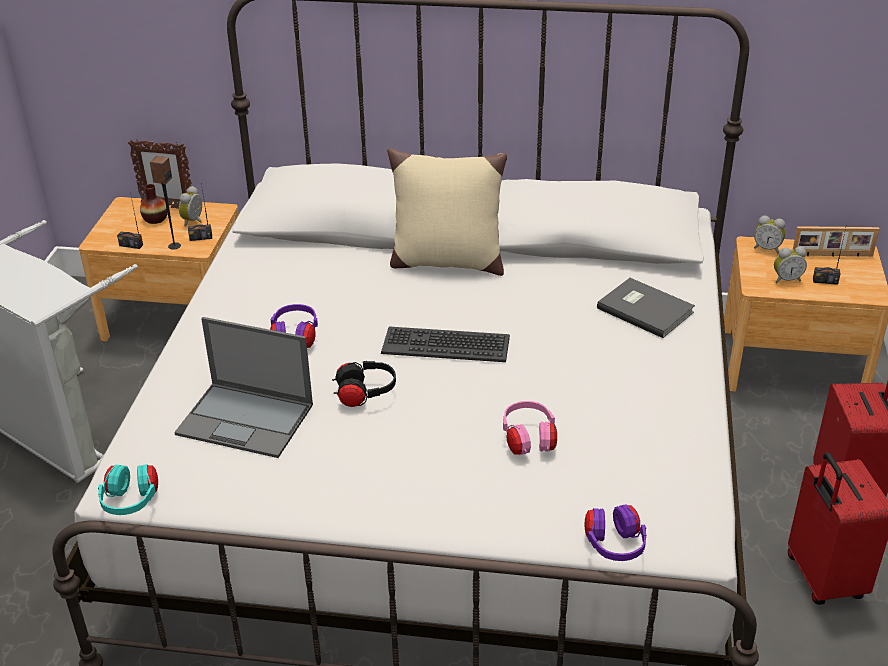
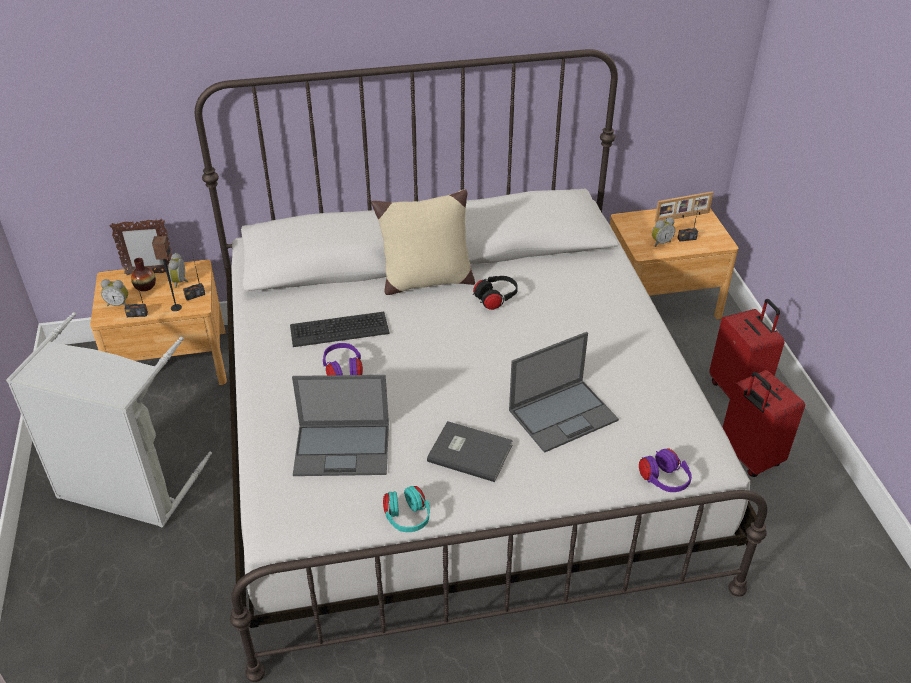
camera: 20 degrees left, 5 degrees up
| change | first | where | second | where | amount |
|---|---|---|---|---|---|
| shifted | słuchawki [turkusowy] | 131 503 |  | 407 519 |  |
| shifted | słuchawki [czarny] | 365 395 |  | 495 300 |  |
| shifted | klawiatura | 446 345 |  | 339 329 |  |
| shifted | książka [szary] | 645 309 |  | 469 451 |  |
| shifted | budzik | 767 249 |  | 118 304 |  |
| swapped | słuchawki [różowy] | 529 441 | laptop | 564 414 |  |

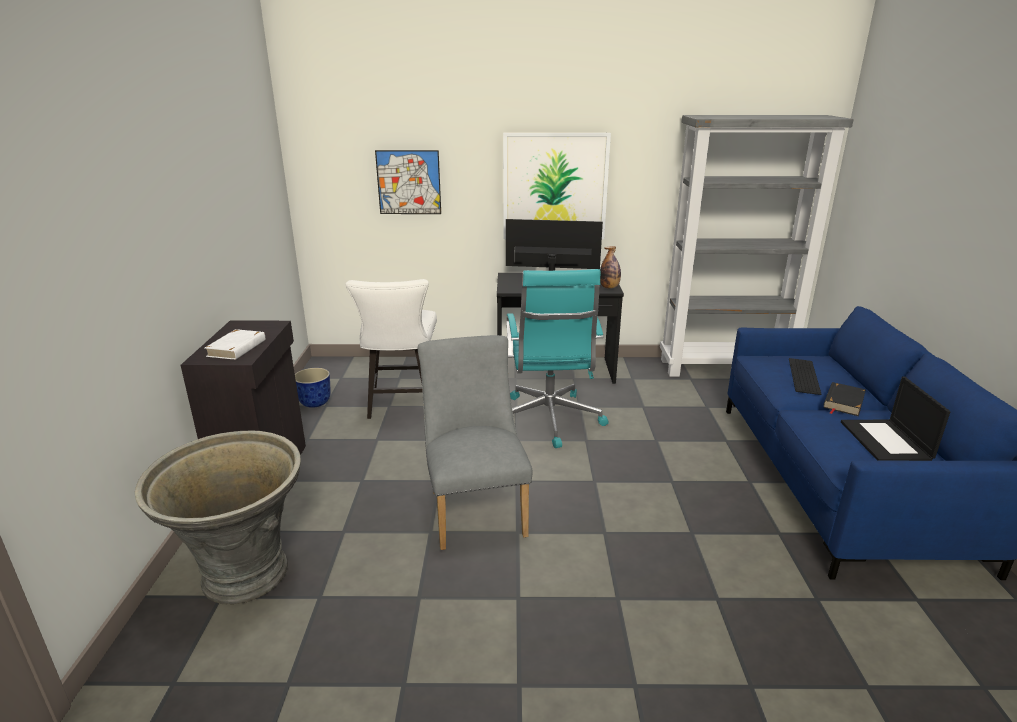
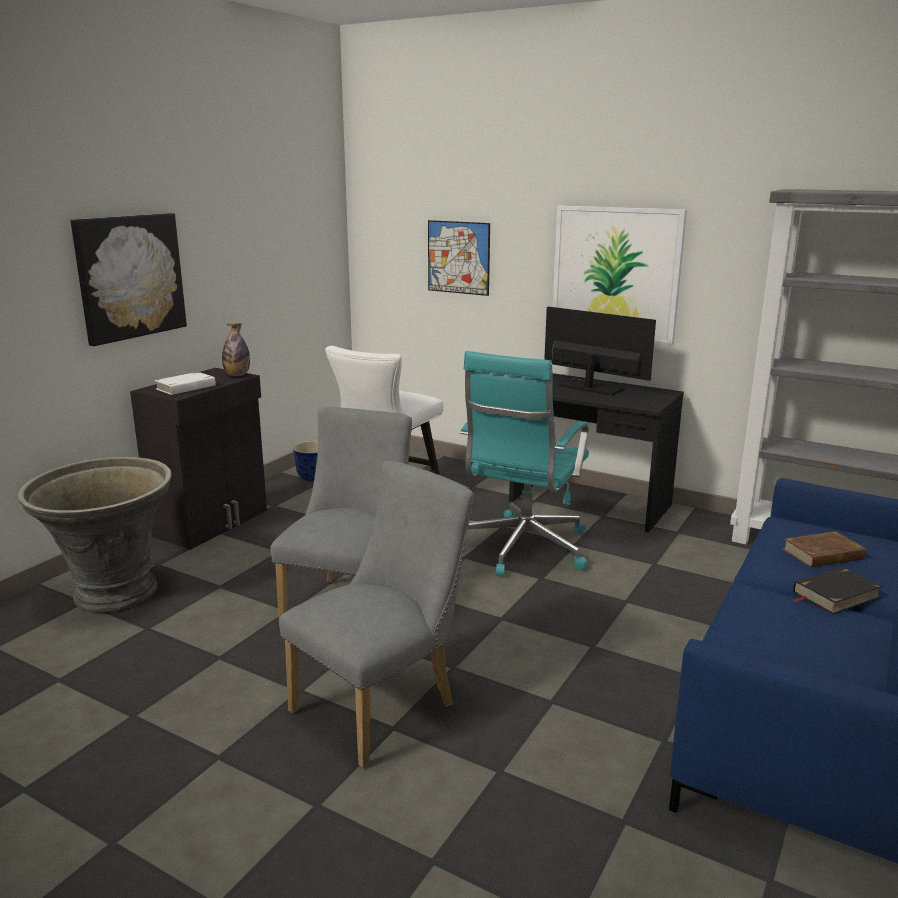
camera: 30 degrees right, 5 degrees down
| change | first | where | second | where | amount |
|---|---|---|---|---|---|
| gone | laptop | 886 441 |  |  |  |
| new |  |  | obraz | 130 277 |  |
| new |  |  | krzesło [szary] | 383 704 |  |
| shifted | butelka | 609 287 |  | 237 375 |  |
| swapped | klawiatura | 804 376 | książka [brązowy] | 823 554 |  |

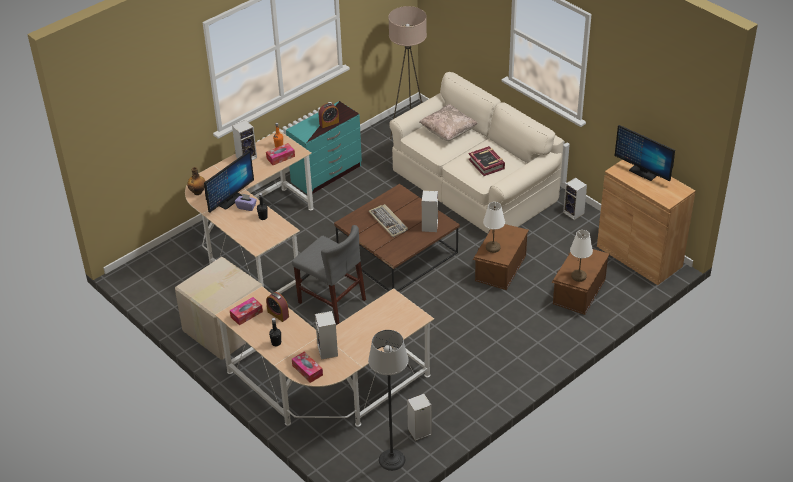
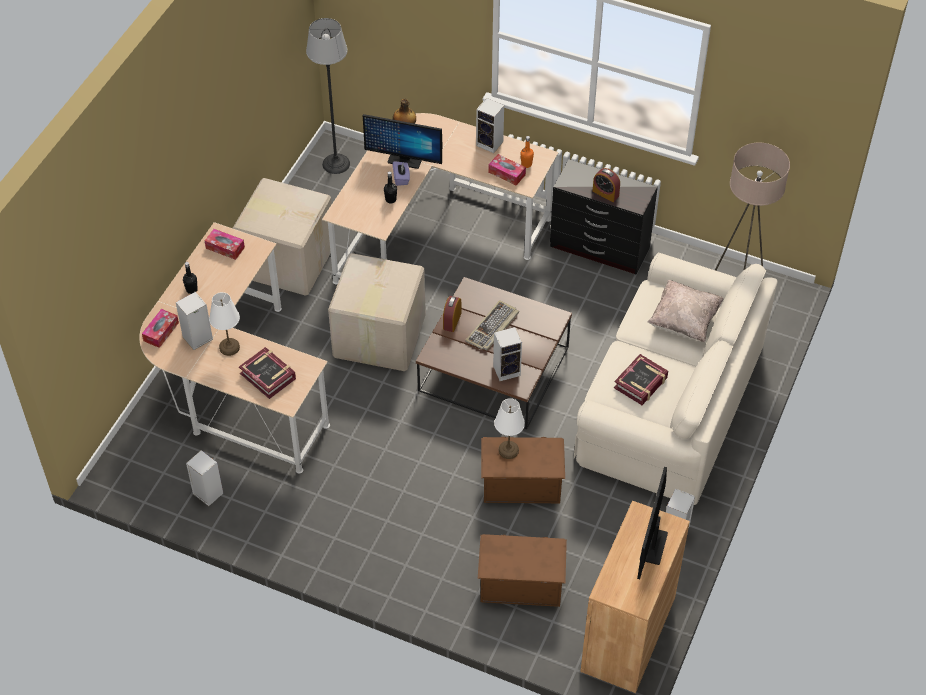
camera: 65 degrees right, 10 degrees up
| change | first | where | second | where | amount |
|---|---|---|---|---|---|
| new |  |  | książka | 268 376 |  |
| shifted | budzik | 278 314 |  | 452 321 |  |
| shifted | lampa stojąca | 392 460 |  | 336 164 |  |
| shifted | lampa stołowa [biały] | 579 276 |  | 230 347 |  |
| swapped | krzesło [szary] | 331 301 | karton | 378 337 |  |
| repainted | komoda [turkusowy] | 327 174 | komoda [czarny] | 599 248 |  |

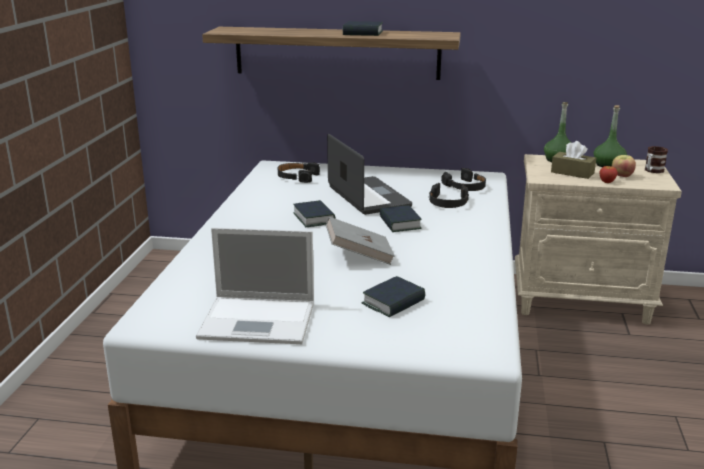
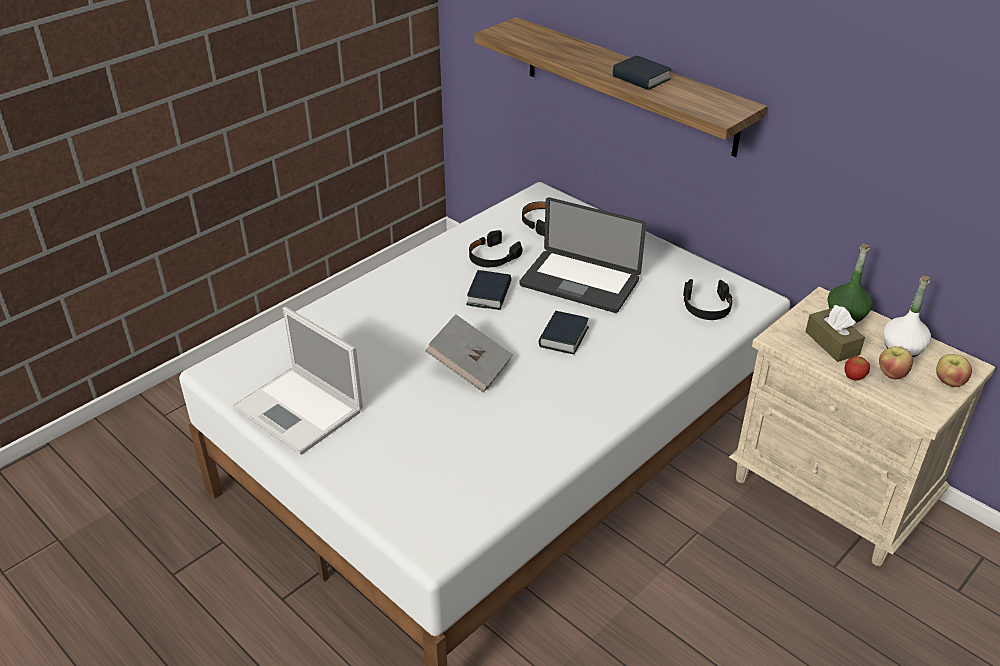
camera: 35 degrees right, 15 degrees up
| change | first | where | second | where | amount |
|---|---|---|---|---|---|
| gone | książka | 393 302 |  |  |  |
| shifted | słuchawki [czarny] | 448 202 |  | 492 257 |  |
| swapped | kubek | 652 171 | jabłko | 949 382 |  |
| repainted | butelka [zielony] | 608 165 | butelka [biały] | 902 347 |  |
| rotated | laptop | 368 197 |  | 579 283 | 105 degrees clockwise |

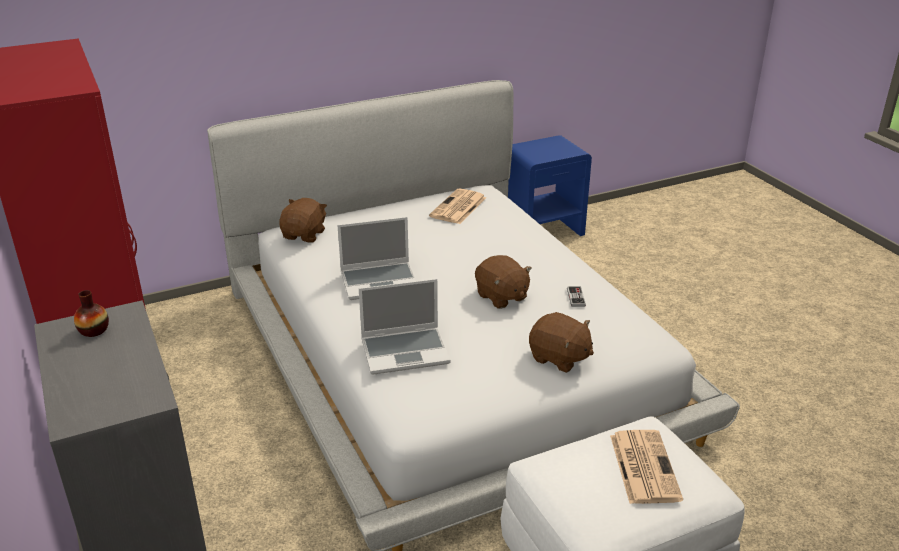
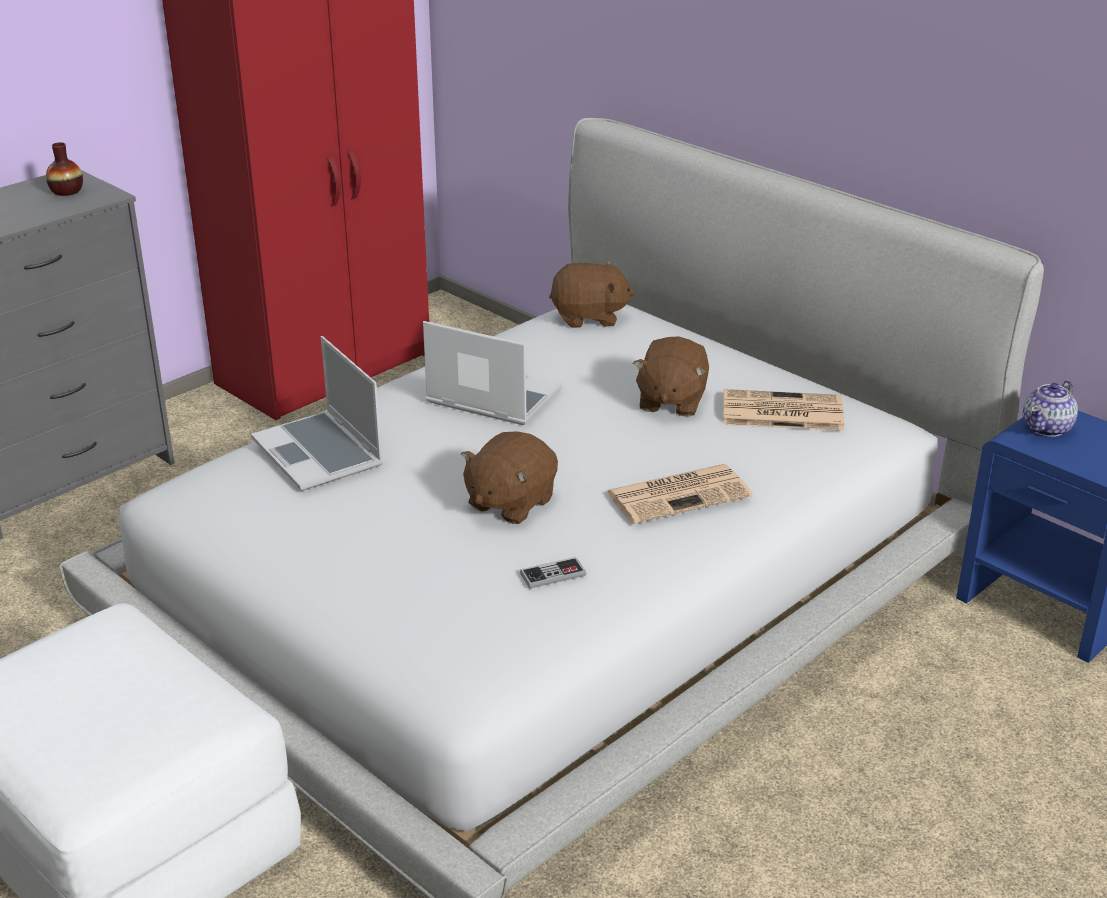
camera: 70 degrees right, 0 degrees up
| change | first | where | second | where | amount |
|---|---|---|---|---|---|
| new |  |  | imbryk | 1047 428 |  |
| shifted | pluszak [brązowy] | 559 358 |  | 670 401 |  |
| shifted | gazeta | 643 466 |  | 680 494 |  |
| rotated | laptop | 380 281 |  | 491 397 | 150 degrees clockwise |

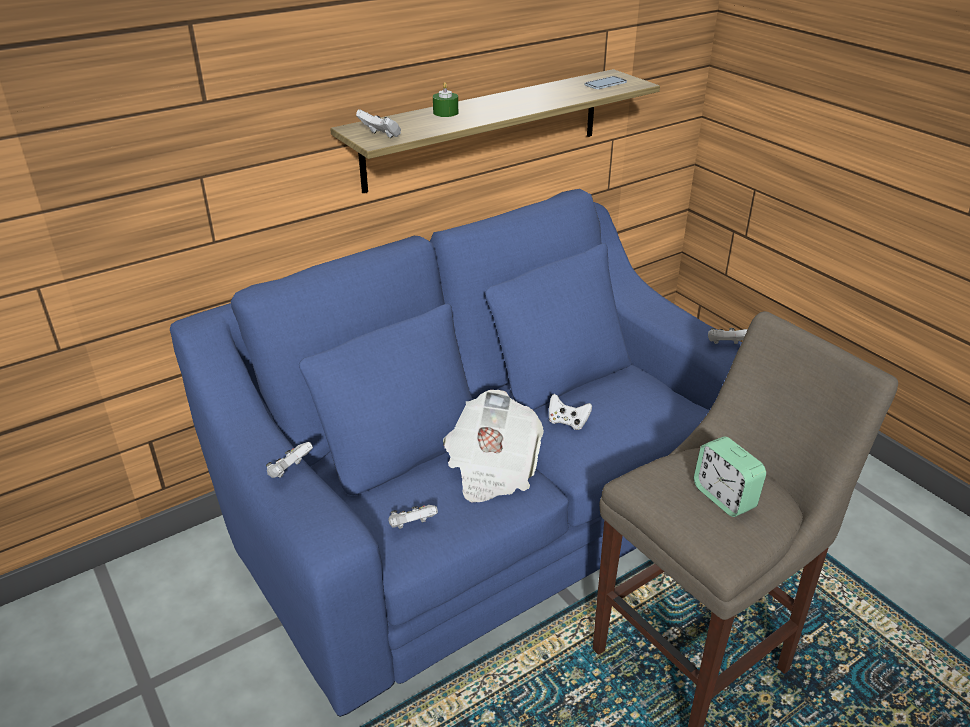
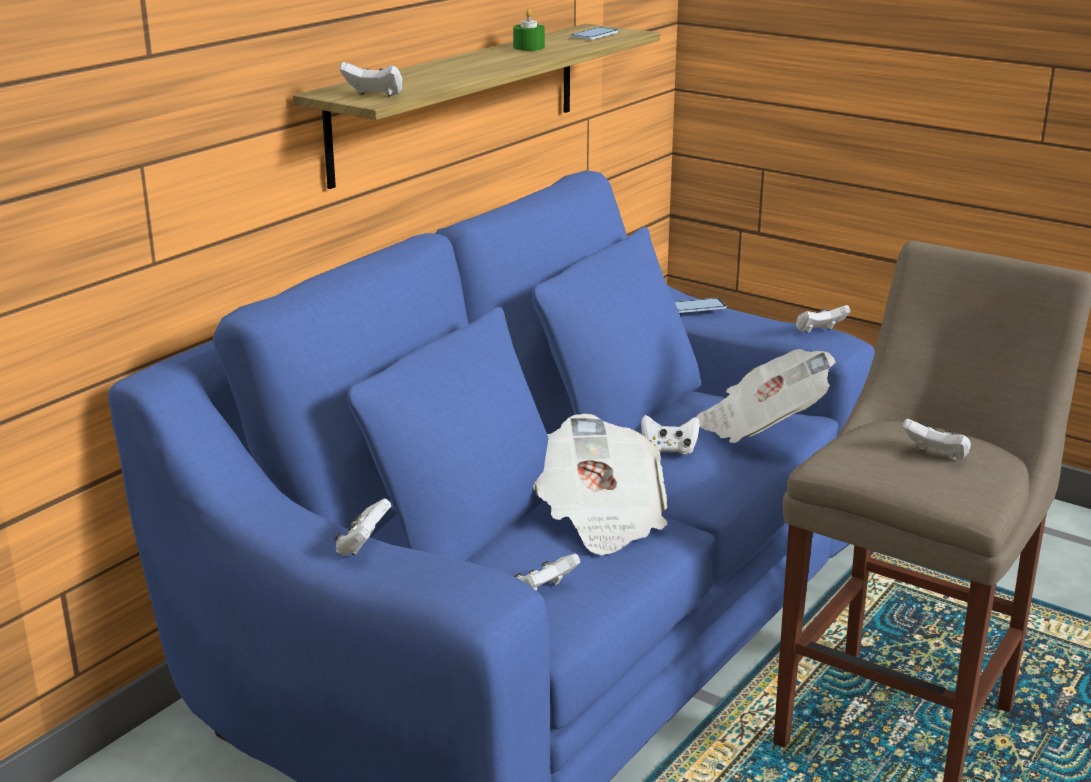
camera: 20 degrees left, 10 degrees down
| change | first | where | second | where | amount |
|---|---|---|---|---|---|
| new |  |  | telefon | 697 307 |  |
| new |  |  | gazeta | 761 426 |  |
| shifted | świeca [zielony] | 445 112 |  | 529 47 |  |
| swapped | budzik | 724 497 | pad do gier [biały] | 936 456 |  |

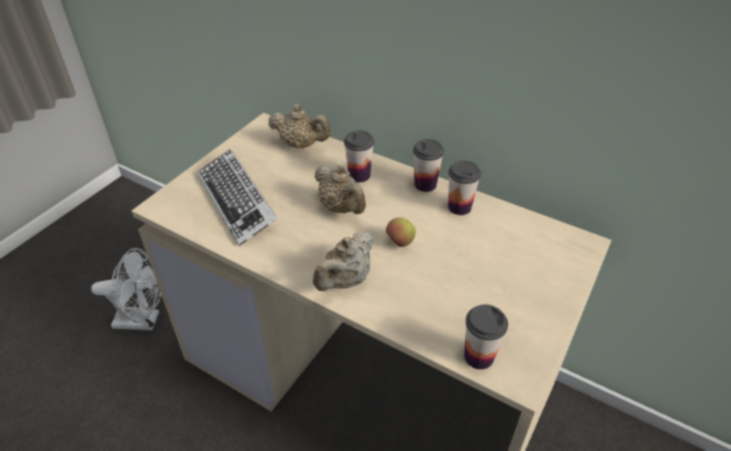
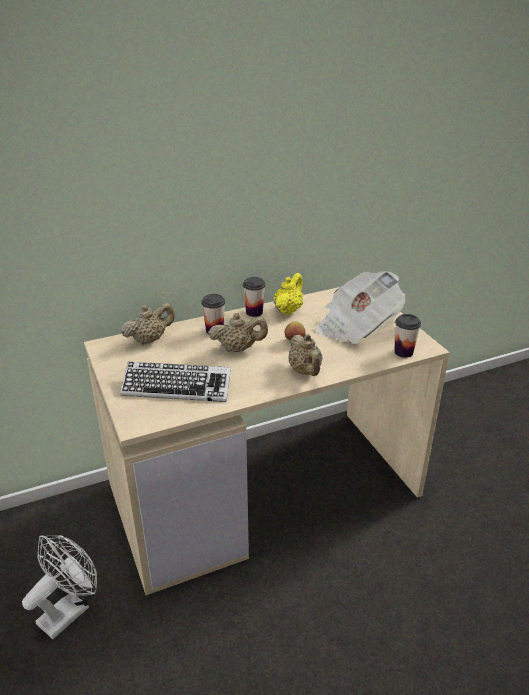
camera: 55 degrees left, 10 degrees down
| change | first | where | second | where | amount |
|---|---|---|---|---|---|
| new |  |  | gazeta | 356 326 |  |
| swapped | filiżanka | 459 207 | imbryk [żółty] | 288 310 |  |

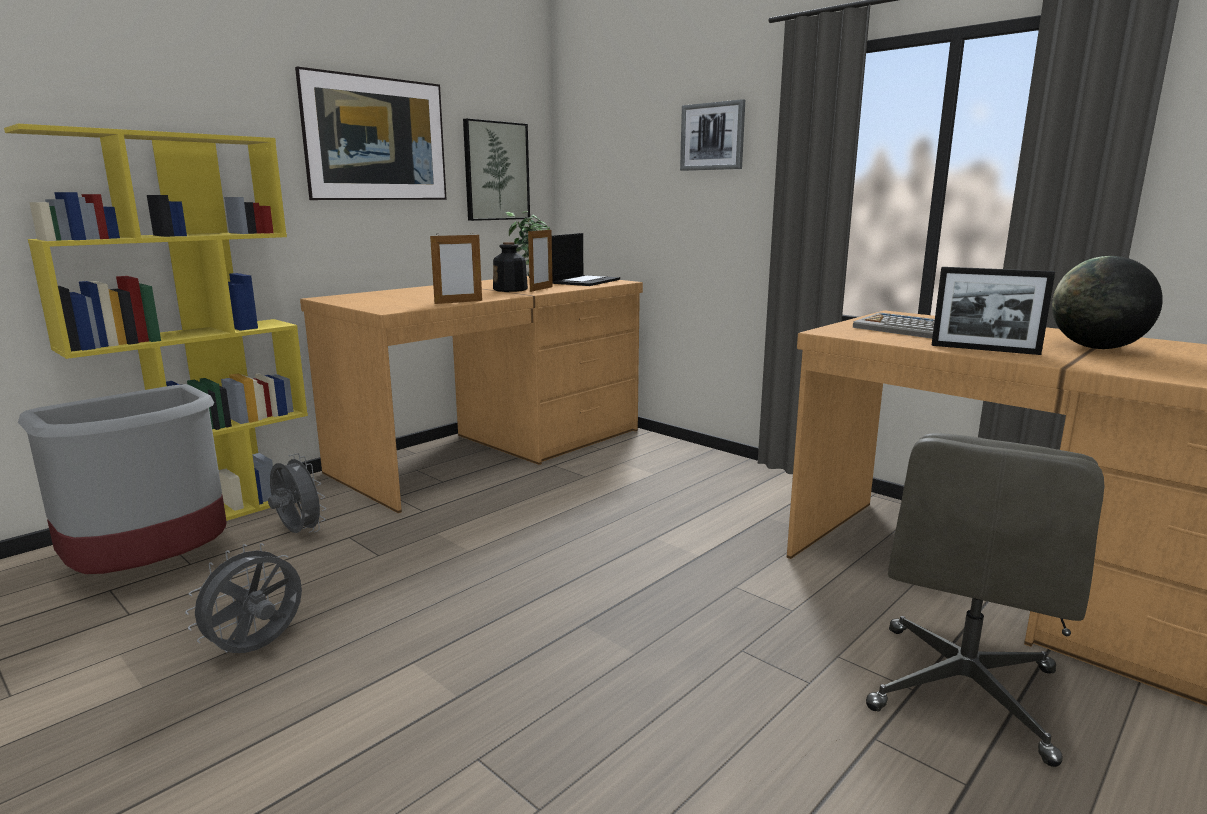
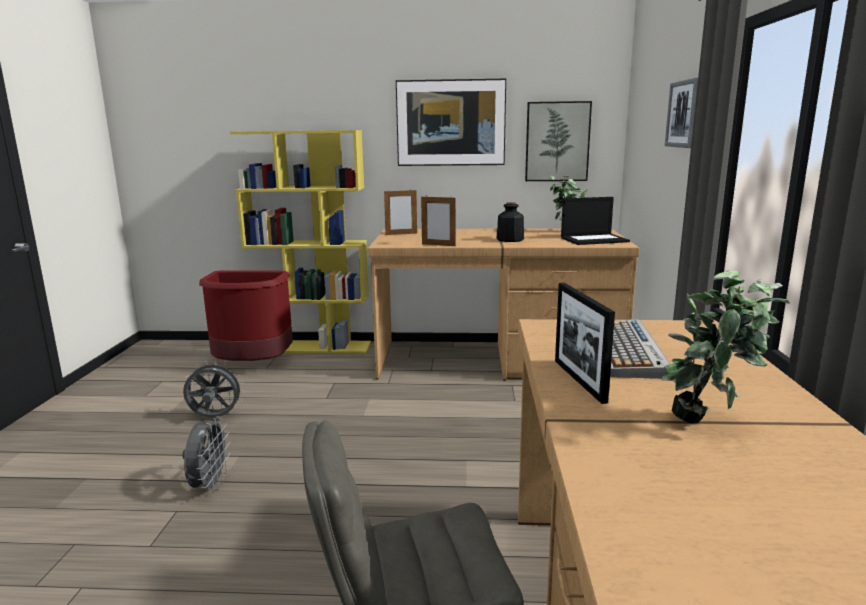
camera: 50 degrees right, 0 degrees up
| change | first | where | second | where | amount |
|---|---|---|---|---|---|
| shifted | wentylator [szary] | 298 533 |  | 209 486 |  |
| shifted | ramka na zdjęcie | 541 289 |  | 401 234 |  |
| swapped | globus | 1097 348 | roślina doniczkowa | 709 423 |  |
| repainted | kosz na śmieci [szary] | 155 569 | kosz na śmieci [czerwony] | 252 365 |  |

